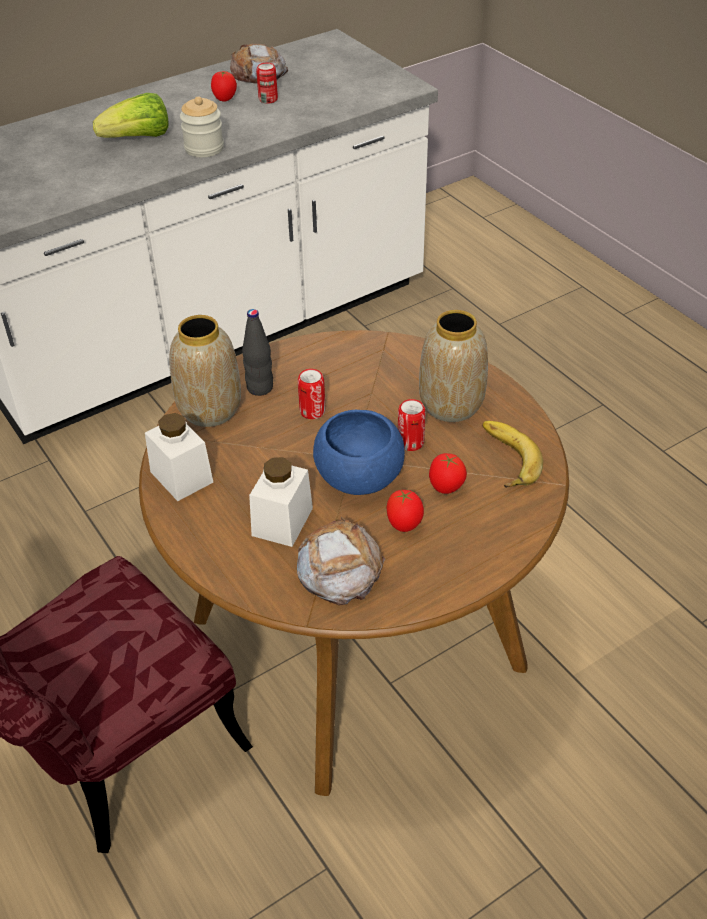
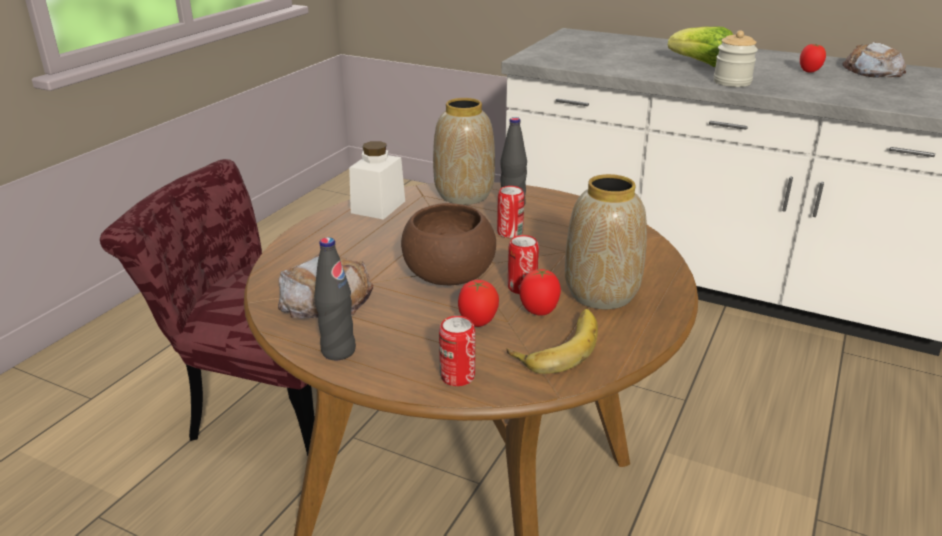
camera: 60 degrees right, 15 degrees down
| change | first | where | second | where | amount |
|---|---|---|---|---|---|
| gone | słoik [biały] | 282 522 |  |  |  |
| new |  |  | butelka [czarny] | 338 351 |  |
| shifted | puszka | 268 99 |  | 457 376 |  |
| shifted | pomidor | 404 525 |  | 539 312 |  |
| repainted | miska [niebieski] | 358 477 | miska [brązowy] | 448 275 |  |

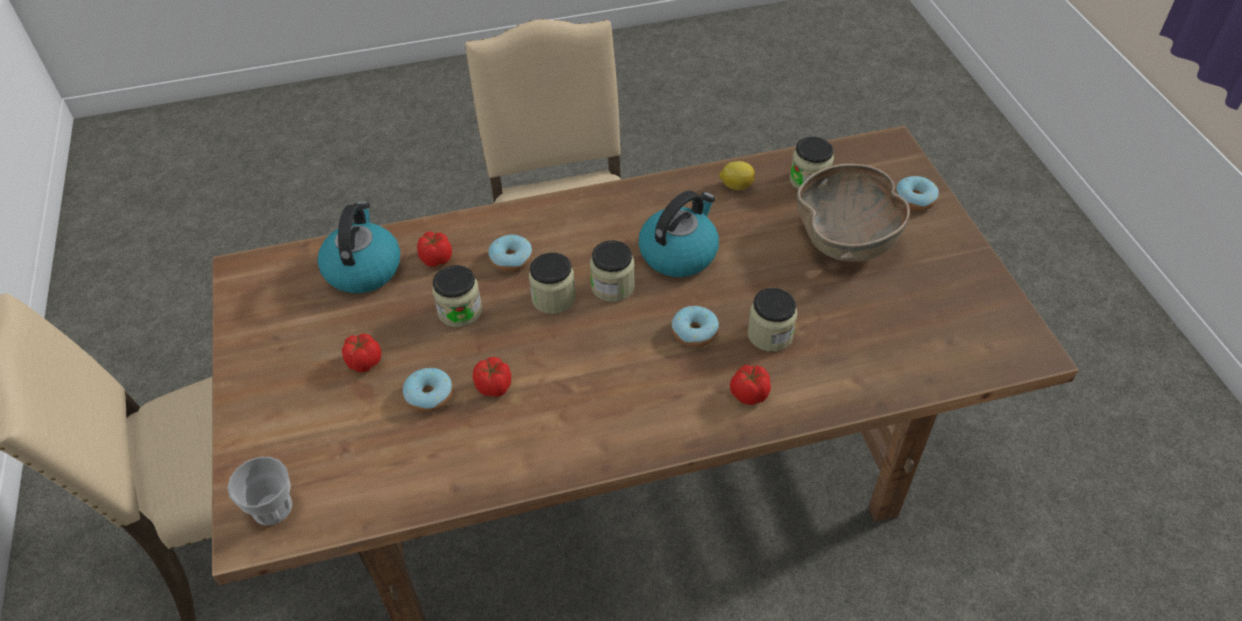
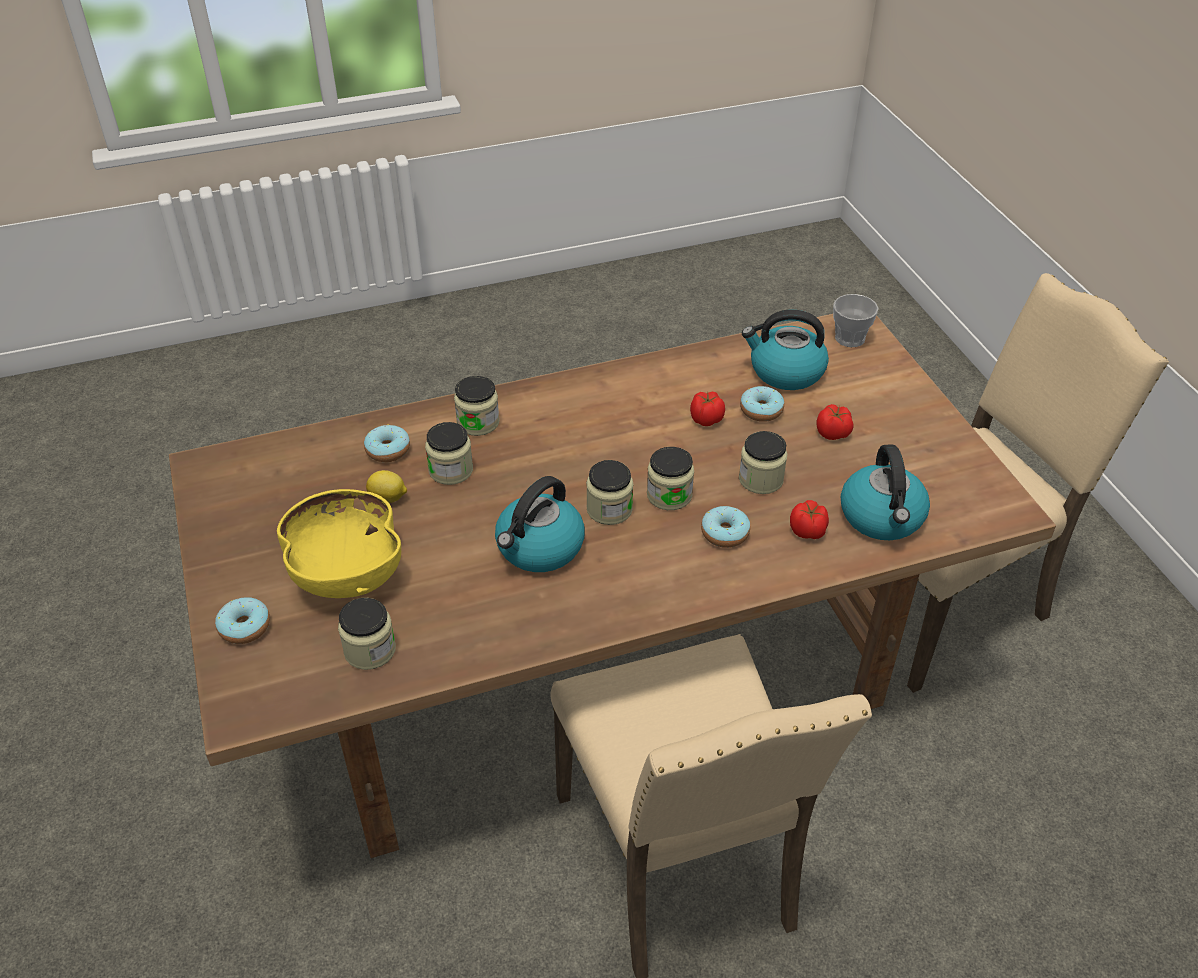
camera: 175 degrees right, 5 degrees down
| change | first | where | second | where | amount |
|---|---|---|---|---|---|
| new |  |  | czajnik | 785 371 |  |
| shifted | donut | 694 332 |  | 388 450 |  |
| shifted | cytryna | 736 186 |  | 388 498 |  |
| swapped | pomidor | 748 394 | słoik | 478 422 |  |
| repainted | miska [brązowy] | 846 238 | miska [żółty] | 345 572 |  |

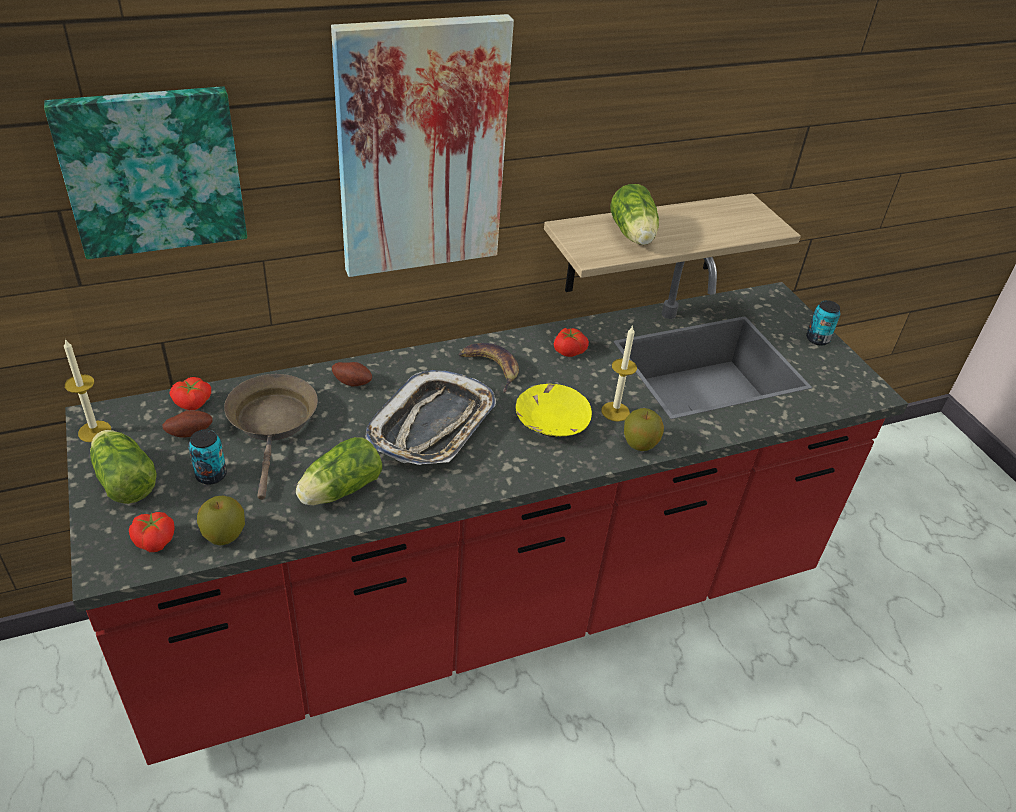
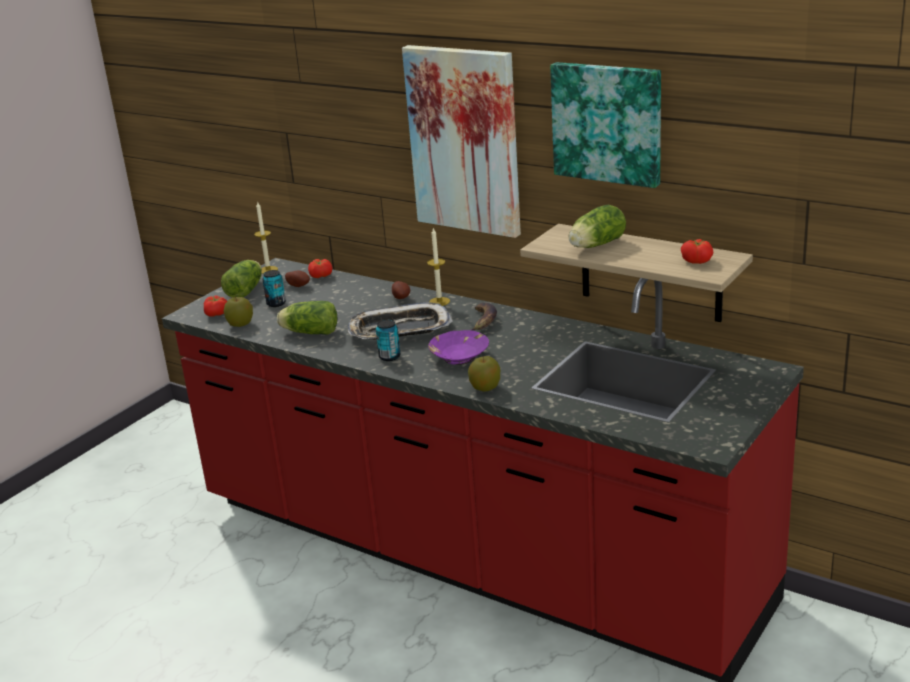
camera: 60 degrees right, 15 degrees down
| change | first | where | second | where | amount |
|---|---|---|---|---|---|
| gone | patelnia [brązowy] | 273 424 |  |  |  |
| shifted | obraz | 153 170 |  | 608 122 |  |
| shifted | pomidor | 568 350 |  | 697 261 |  |
| shifted | świeca | 615 411 |  | 439 301 |  |
| shifted | puszka | 817 339 |  | 389 357 |  |
| repainted | miska [żółty] | 550 422 | miska [fioletowy] | 459 356 |  |

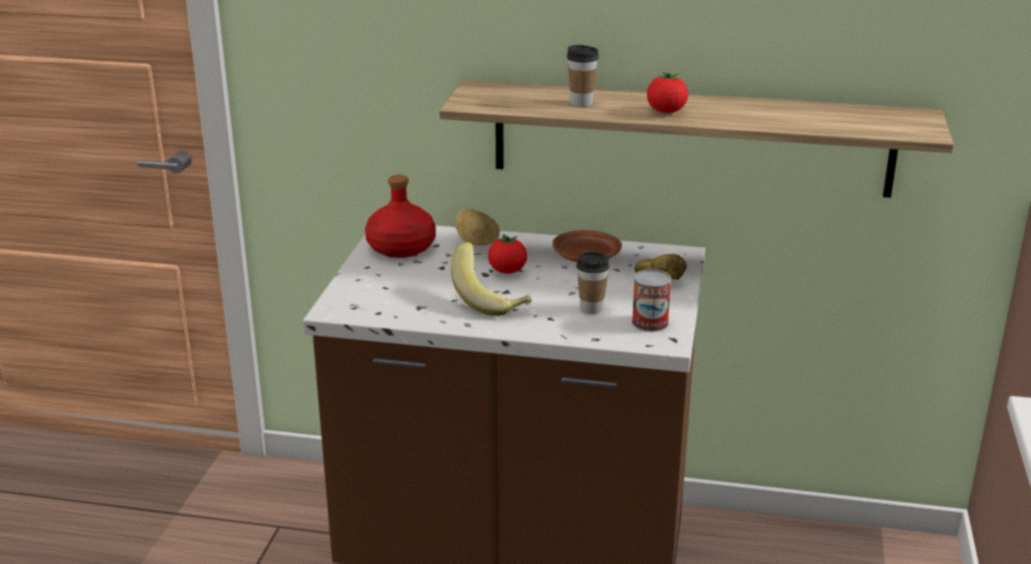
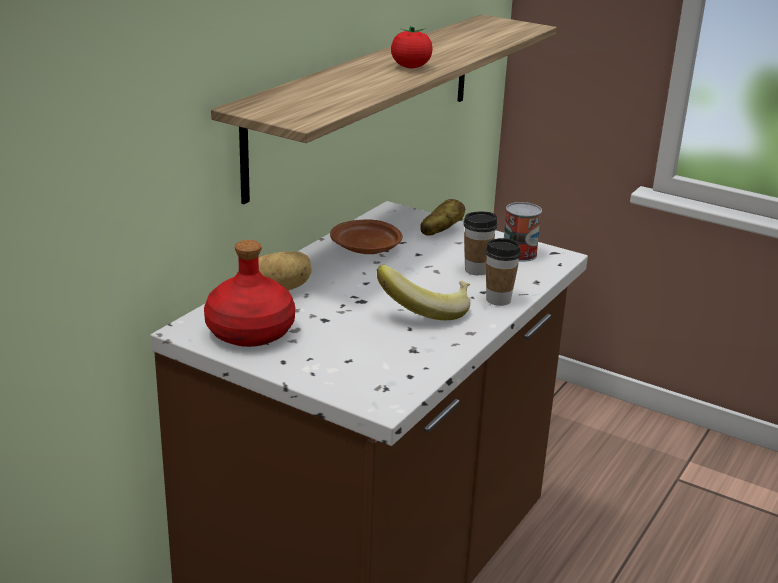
camera: 70 degrees left, 0 degrees up
| change | first | where | second | where | amount |
|---|---|---|---|---|---|
| gone | pomidor | 507 271 |  |  |  |
| shifted | filiżanka | 581 103 |  | 498 300 |  |

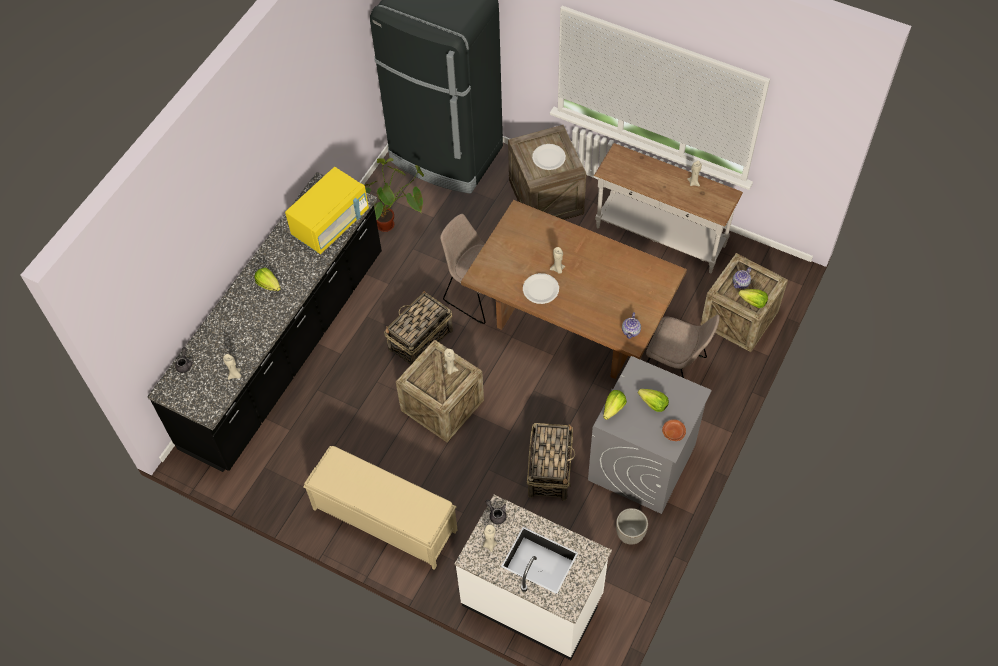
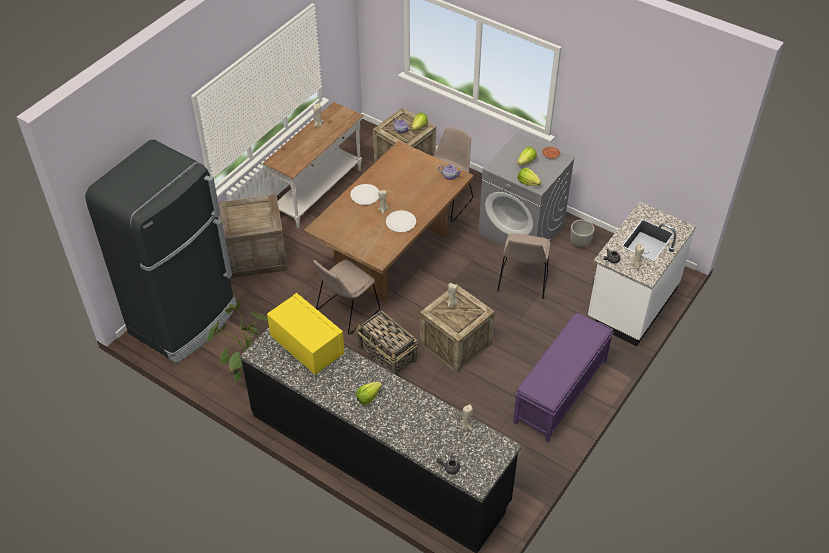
camera: 85 degrees left, 10 degrees down
| change | first | where | second | where | amount |
|---|---|---|---|---|---|
| shifted | talerz [biały] | 549 158 |  | 365 195 |  |
| swapped | koszyk | 550 469 | krzesło [beżowy] | 522 282 |  |
| repainted | ławka [beżowy] | 384 519 | ławka [fioletowy] | 560 391 |  |

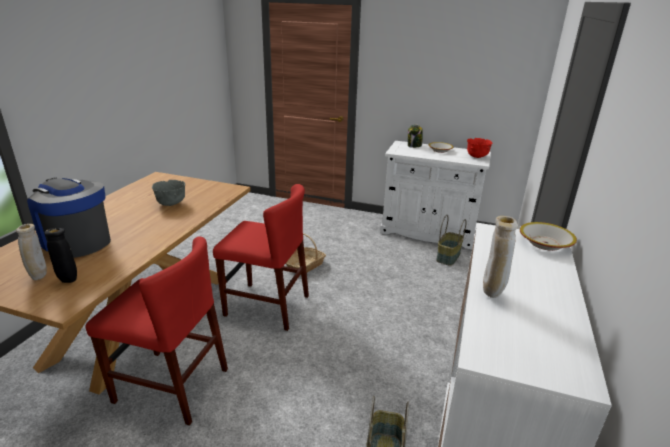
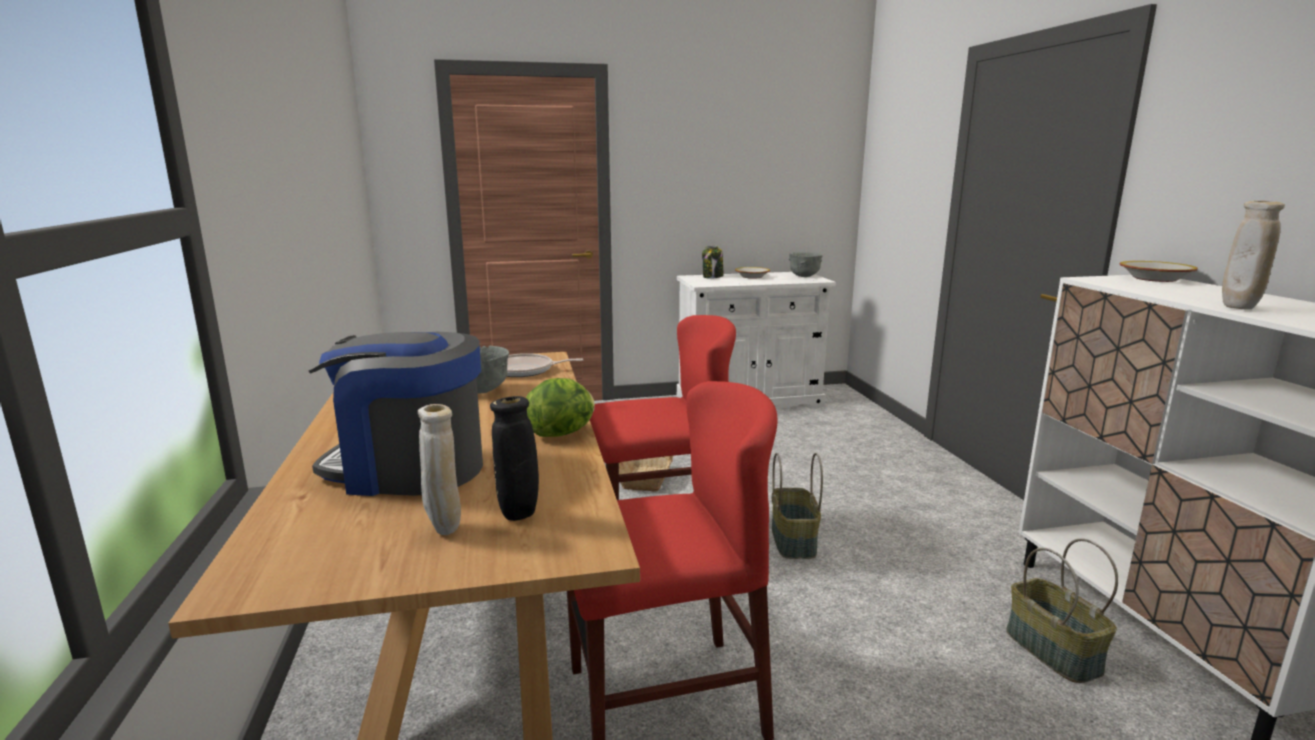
camera: 30 degrees left, 10 degrees down
| change | first | where | second | where | amount |
|---|---|---|---|---|---|
| new |  |  | patelnia | 525 371 |  |
| new |  |  | sałata | 562 433 |  |
| shifted | koszyk | 448 257 |  | 794 541 |  |
| repainted | miska [czerwony] | 477 157 | miska [szary] | 804 276 |  |

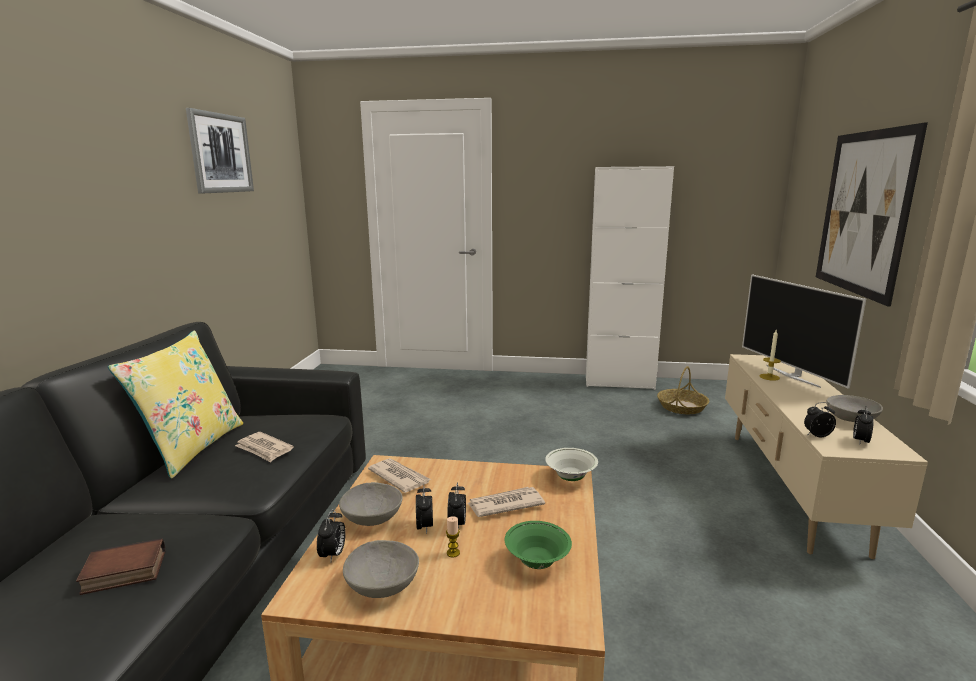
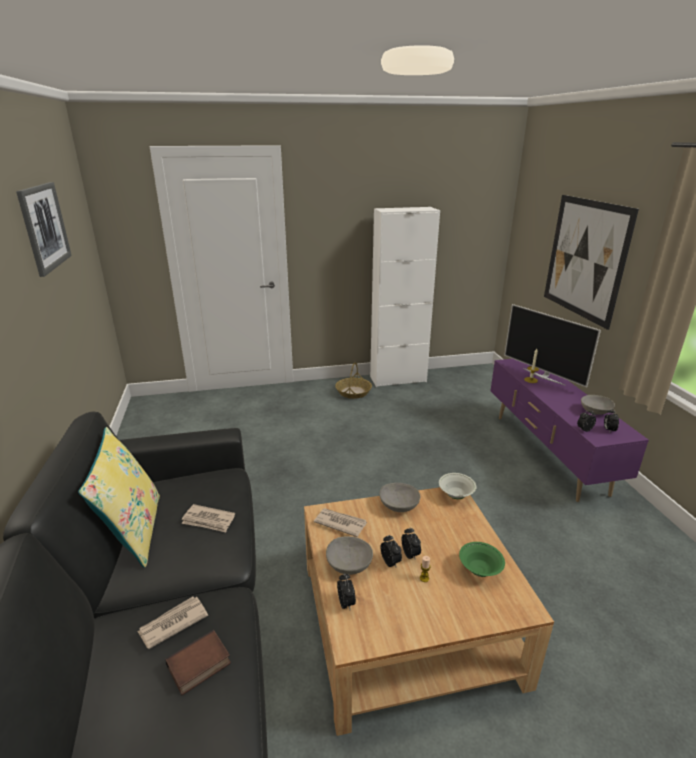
camera: 20 degrees left, 10 degrees up
| change | first | where | second | where | amount |
|---|---|---|---|---|---|
| shifted | miska [szary] | 381 586 |  | 398 506 |  |
| shifted | gazeta | 504 504 |  | 172 623 |  |
| shifted | koszyk | 682 407 |  | 353 392 |  |
| repainted | szafka pod telewizor [beżowy] | 790 488 | szafka pod telewizor [fioletowy] | 547 453 |  |

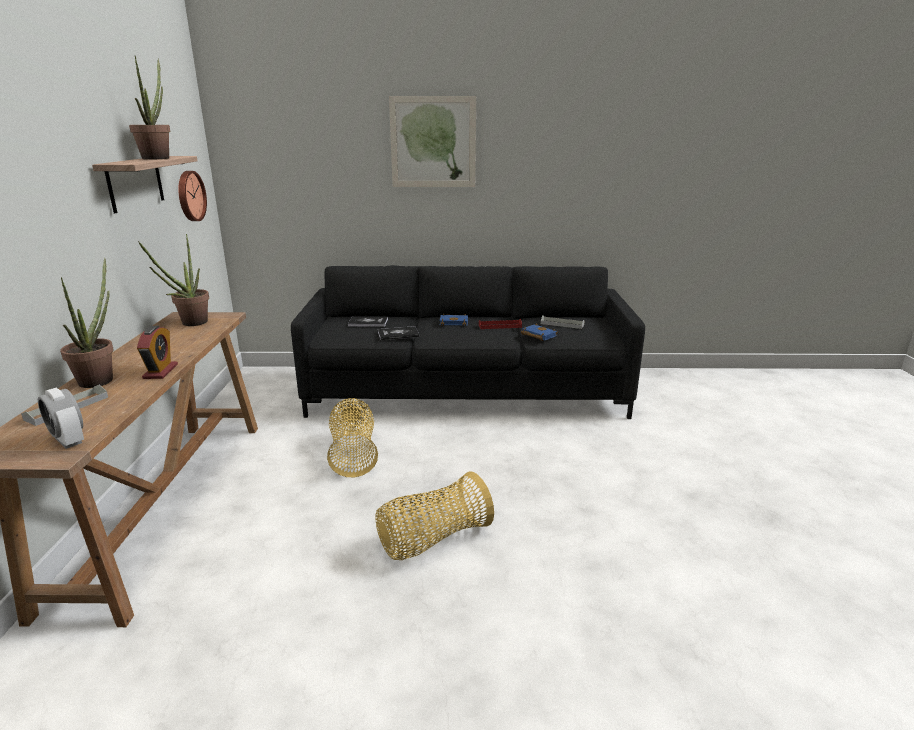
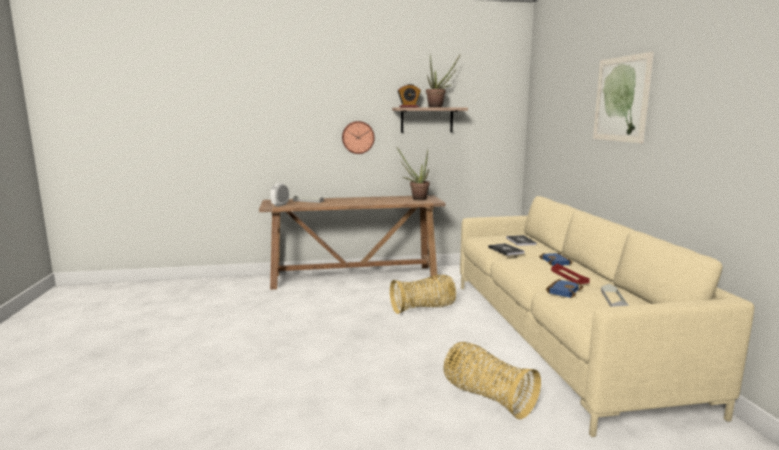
camera: 80 degrees right, 10 degrees down
| change | first | where | second | where | amount |
|---|---|---|---|---|---|
| gone | roślina doniczkowa | 101 378 |  |  |  |
| shifted | budzik | 160 371 |  | 409 107 |  |
| shifted | zegar ścienny | 190 196 |  | 358 137 |  |
| shifted | koszyk | 432 540 |  | 487 397 |  |
| repainted | kanapa [czarny] | 466 392 | kanapa [beżowy] | 558 336 |  |

